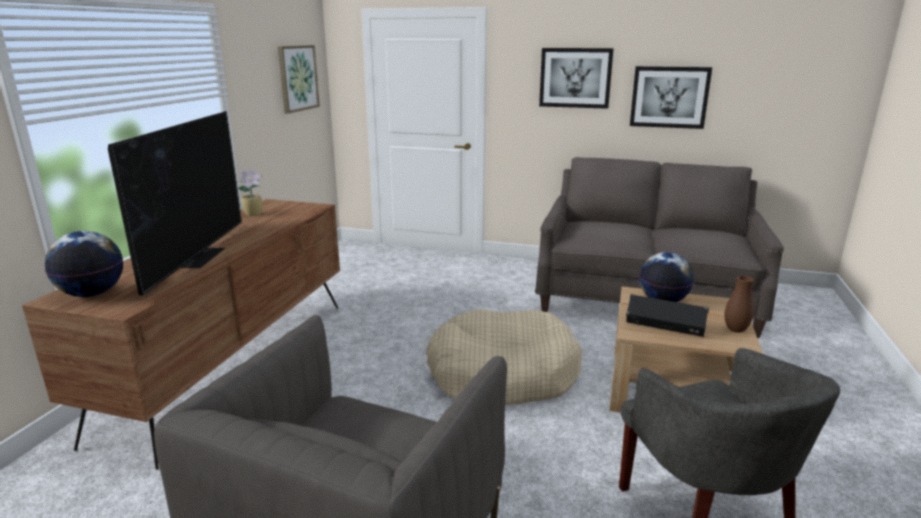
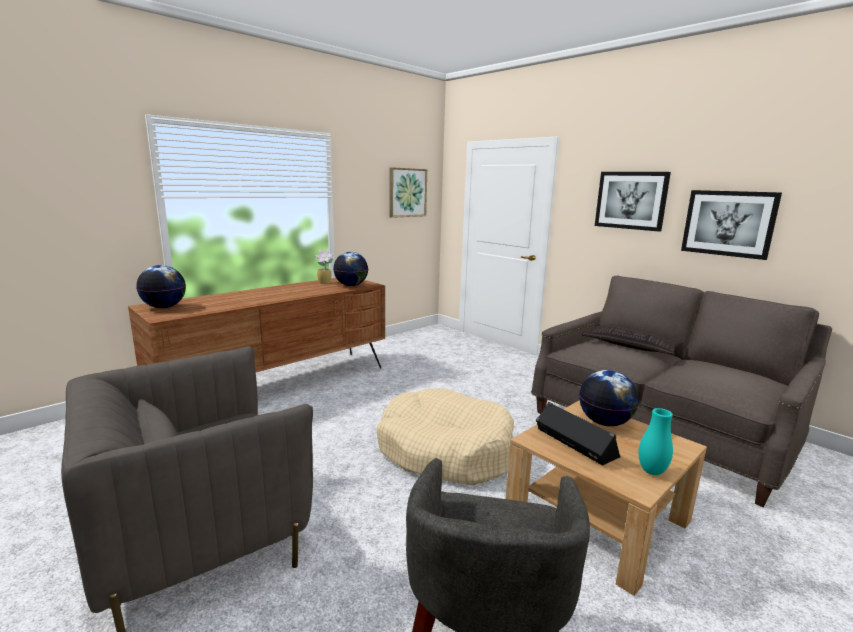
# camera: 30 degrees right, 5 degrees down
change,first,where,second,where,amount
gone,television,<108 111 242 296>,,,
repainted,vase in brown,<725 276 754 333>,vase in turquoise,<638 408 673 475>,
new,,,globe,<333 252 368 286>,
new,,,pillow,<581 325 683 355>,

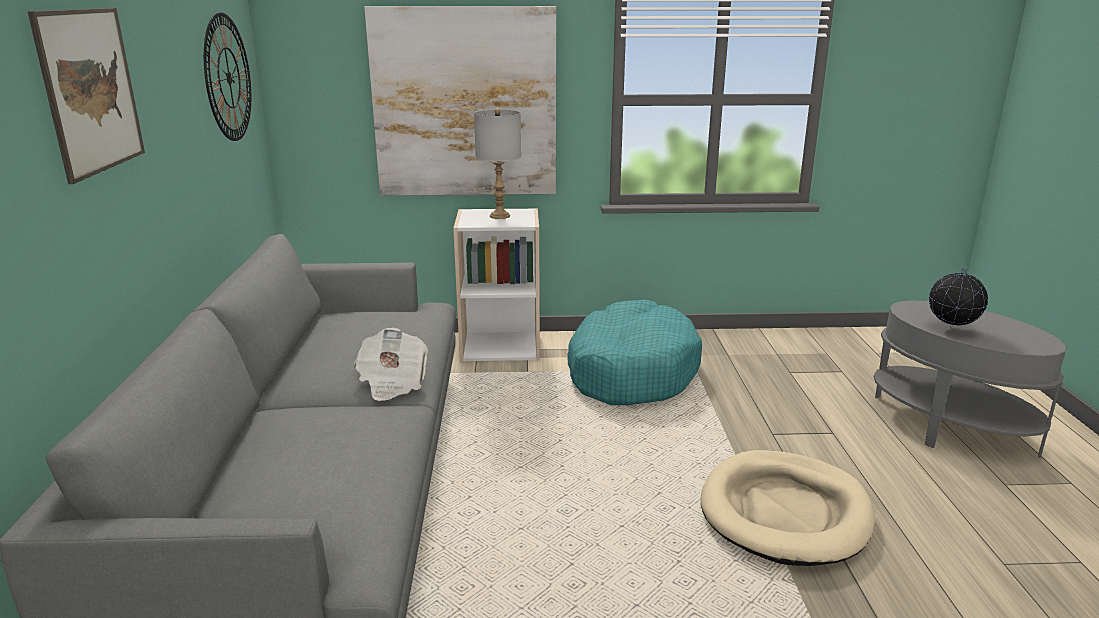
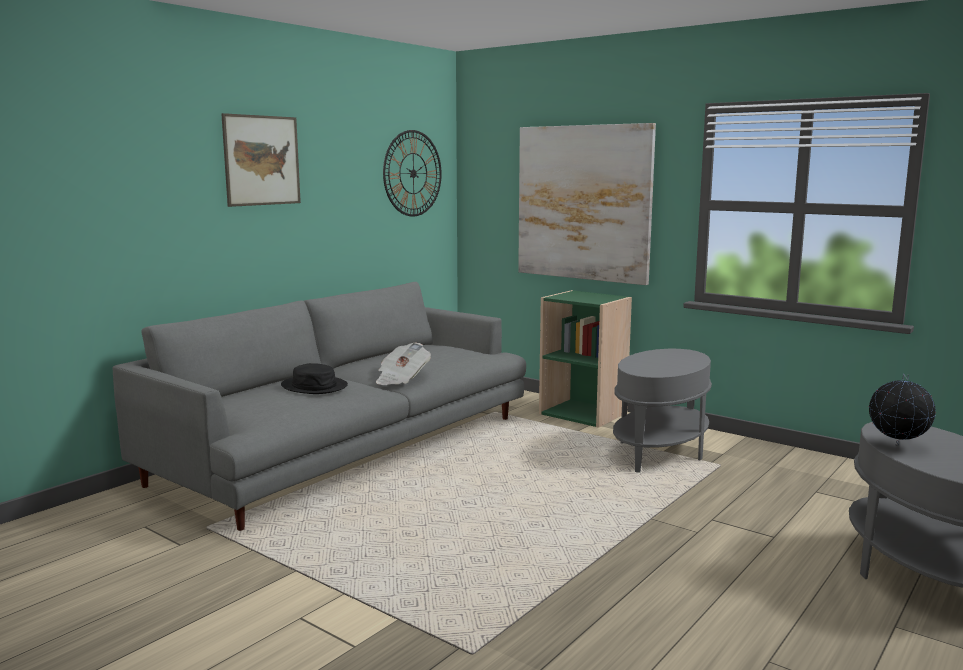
# camera: 40 degrees right, 10 degrees down
change,first,where,second,where,amount
gone,table lamp in grey,<474 108 521 219>,,,
repainted,bookcase in white,<453 209 540 361>,bookcase in green,<539 290 632 428>,
swapped,dog bed in turquoise,<567 300 702 405>,side table in grey,<613 349 712 473>,
gone,dog bed in beige,<700 450 875 566>,,,
new,,,hat in black,<281 363 348 394>,

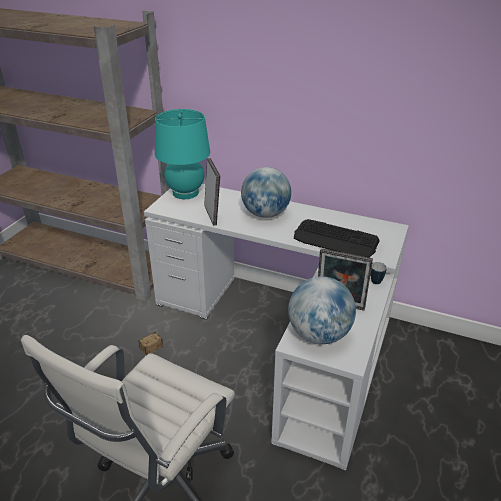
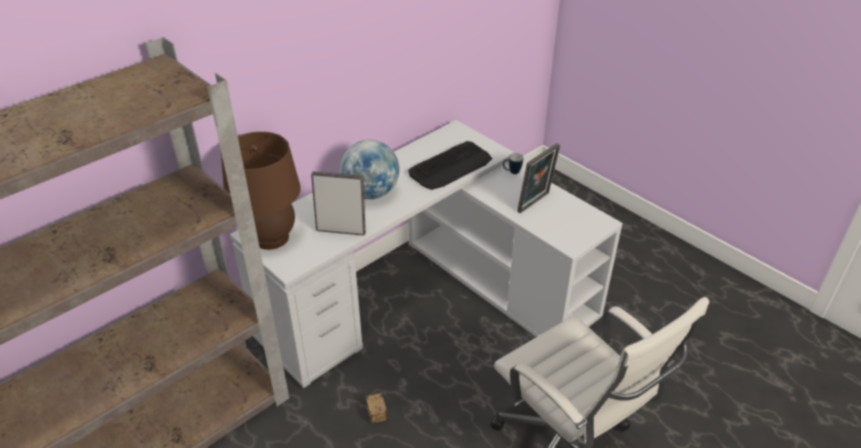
# camera: 65 degrees left, 5 degrees up
change,first,where,second,where,amount
repainted,table lamp in turquoise,<155 109 210 199>,table lamp in brown,<221 132 301 250>,
gone,globe,<288 276 356 344>,,,

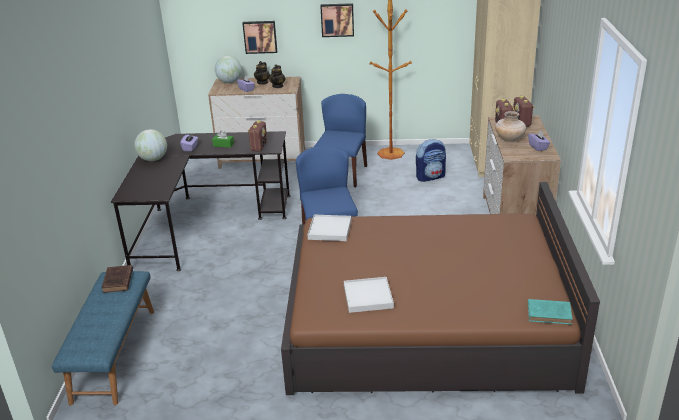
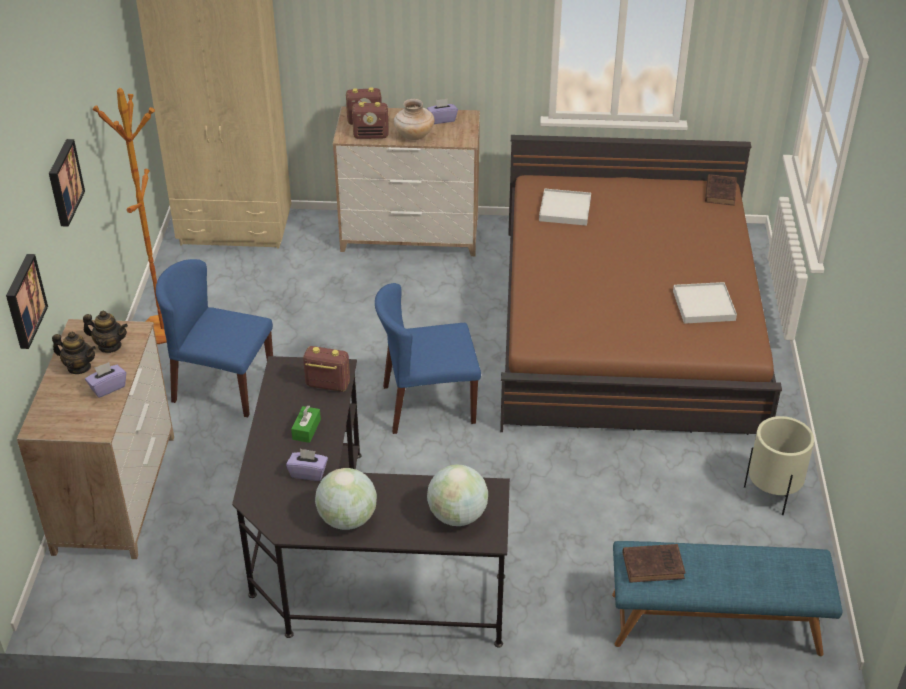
# camera: 90 degrees left, 10 degrees up
change,first,where,second,where,amount
shifted,globe,<215 56 242 83>,,<427 464 488 526>,
gone,backpack,<416 139 446 182>,,,
shifted,tray in white,<308 215 351 241>,,<539 188 591 226>,
repainted,book in turquoise,<528 299 572 325>,book in brown,<705 174 737 206>,
new,,,planter in beige,<744 416 814 515>,

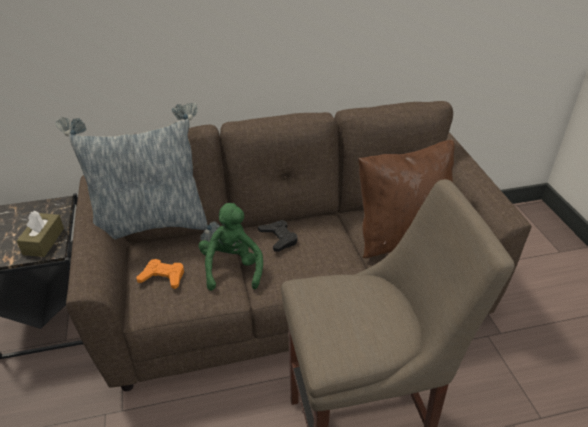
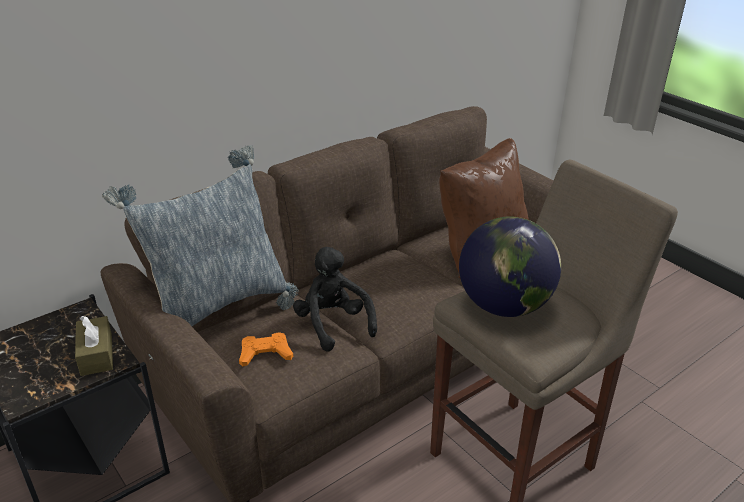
# camera: 25 degrees left, 5 degrees down
change,first,where,second,where,amount
repainted,plush toy in green,<199 203 263 291>,plush toy in black,<293 247 377 352>,
gone,game controller in black,<258 220 298 252>,,,
new,,,globe,<459 216 561 317>,

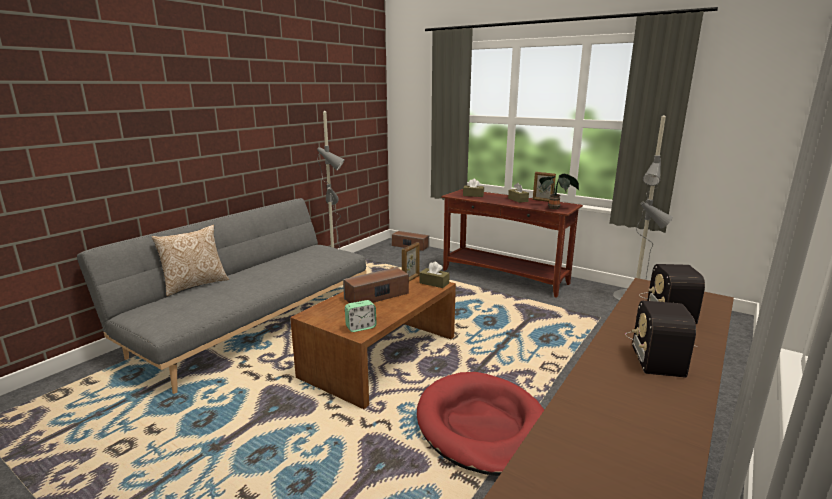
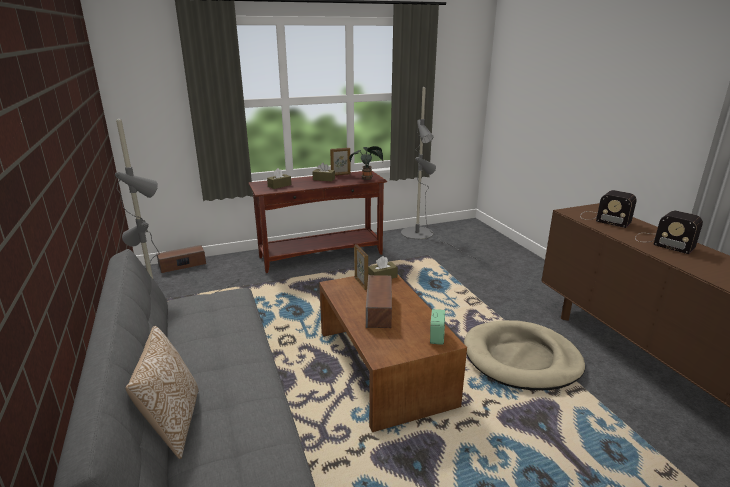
# camera: 55 degrees left, 5 degrees up
change,first,where,second,where,amount
repainted,dog bed in red,<417 372 544 476>,dog bed in beige,<464 320 585 390>,

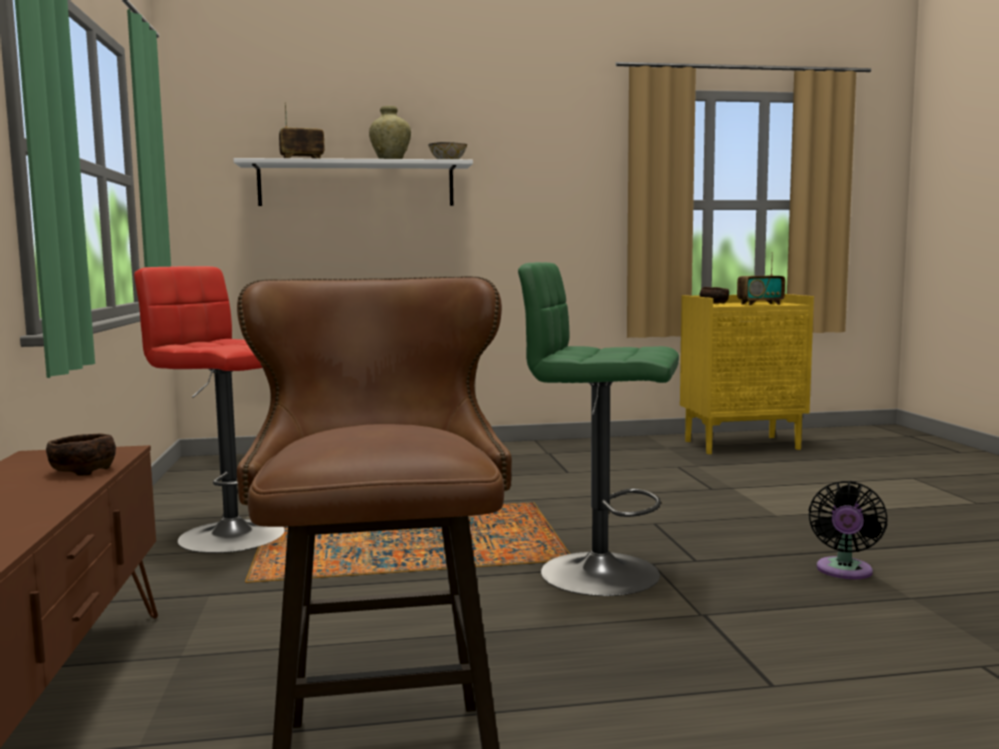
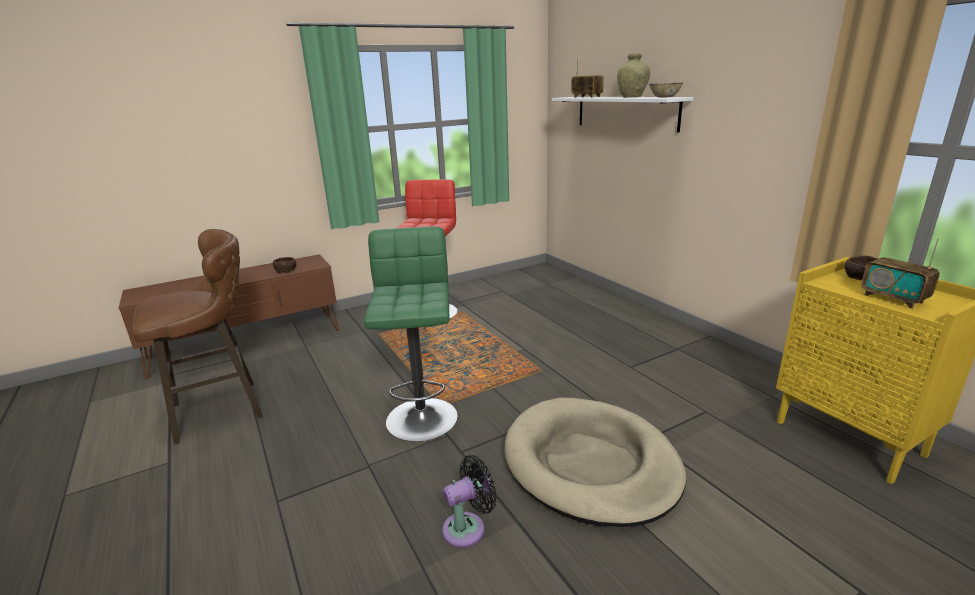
# camera: 70 degrees right, 15 degrees up
change,first,where,second,where,amount
rotated,fan in black,<808 481 887 579>,,<442 455 497 548>,150 degrees clockwise
new,,,dog bed in beige,<505 398 686 527>,

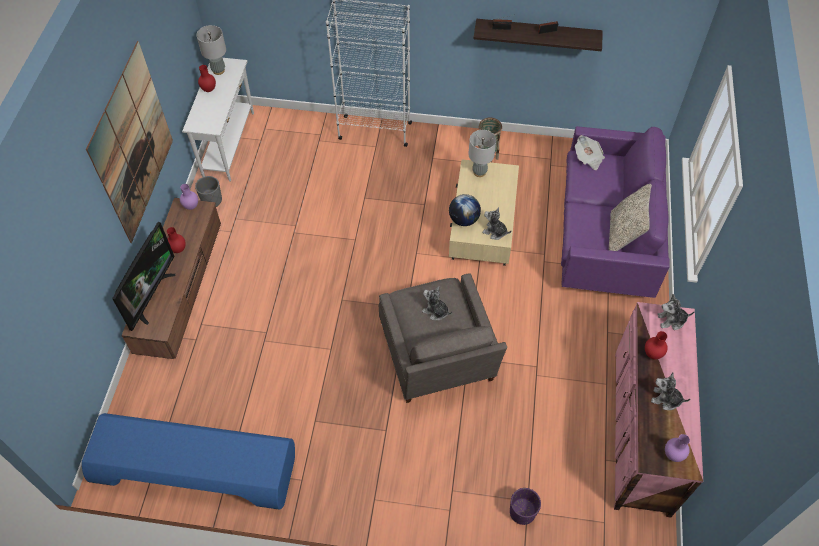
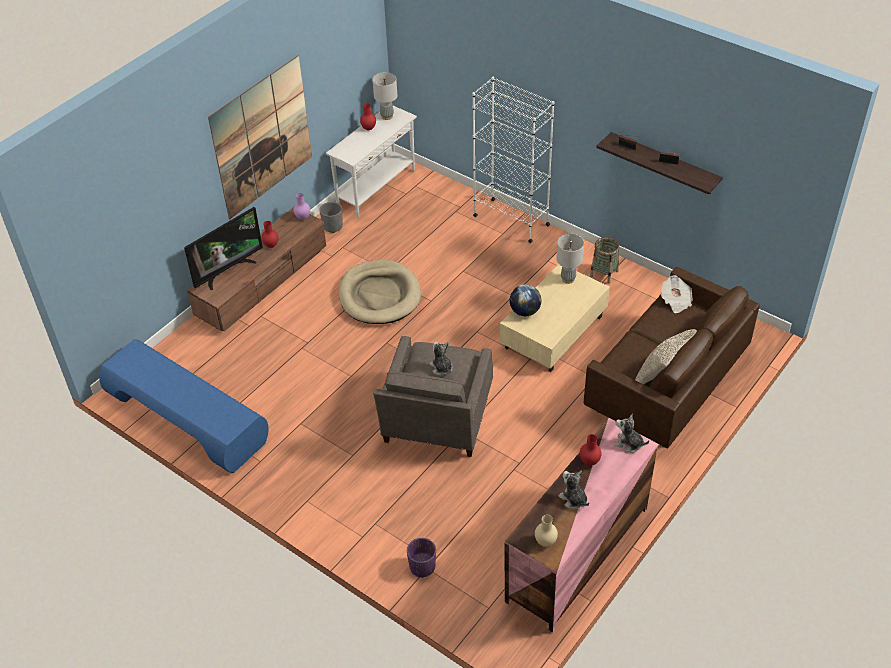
# camera: 30 degrees right, 10 degrees down
change,first,where,second,where,amount
repainted,sofa in purple,<561 126 670 298>,sofa in brown,<584 267 760 448>,
gone,plush toy,<482 207 511 240>,,,
repainted,vase in purple,<665 434 690 462>,vase in beige,<535 515 558 547>,
new,,,dog bed in beige,<339 260 421 324>,

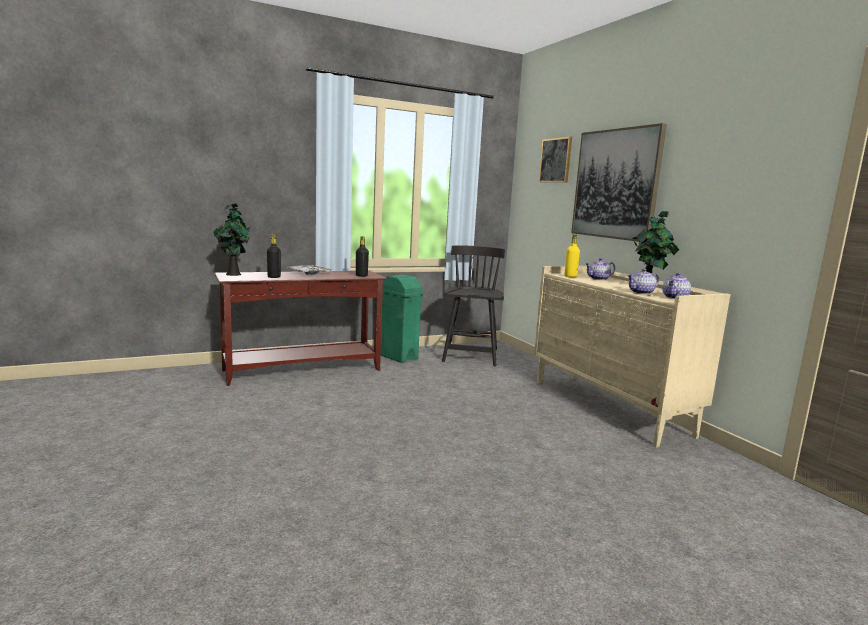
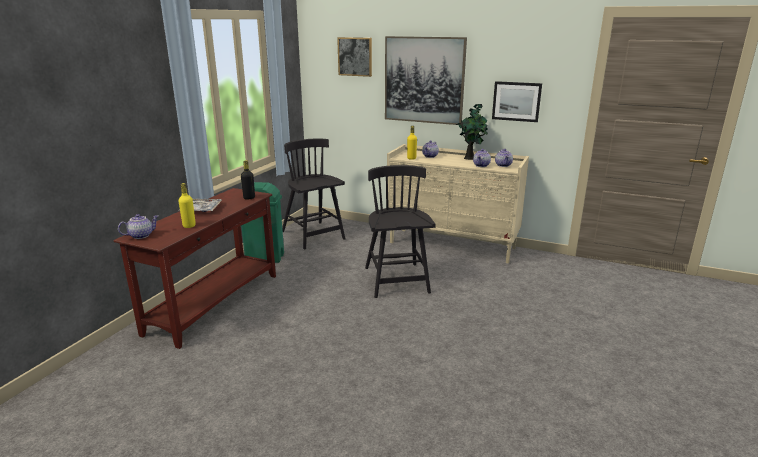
# camera: 40 degrees left, 10 degrees up
change,first,where,second,where,amount
swapped,potted plant,<214 203 250 276>,teapot,<118 214 158 239>,
repainted,bottle in black,<267 235 281 278>,bottle in yellow,<178 183 196 228>,
new,,,picture,<492 81 542 122>,
new,,,chair in black,<365 165 436 298>,

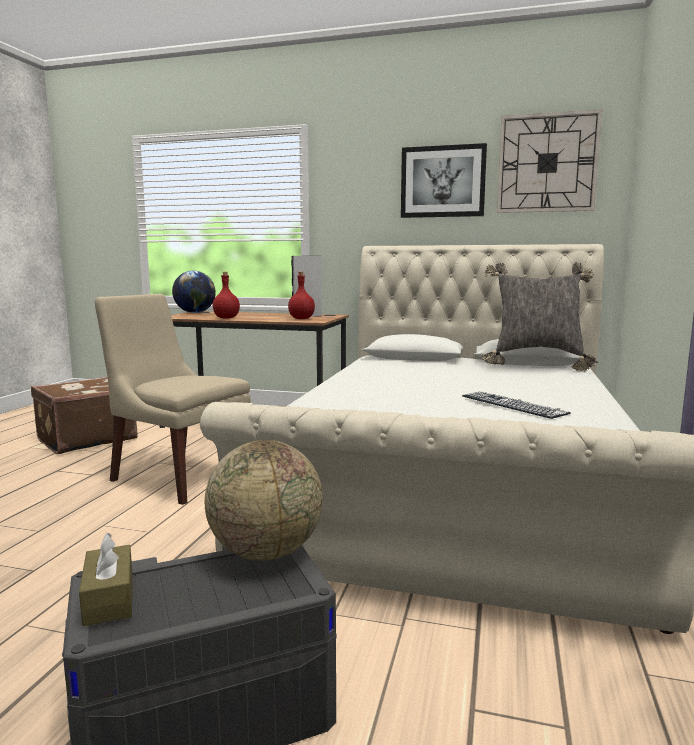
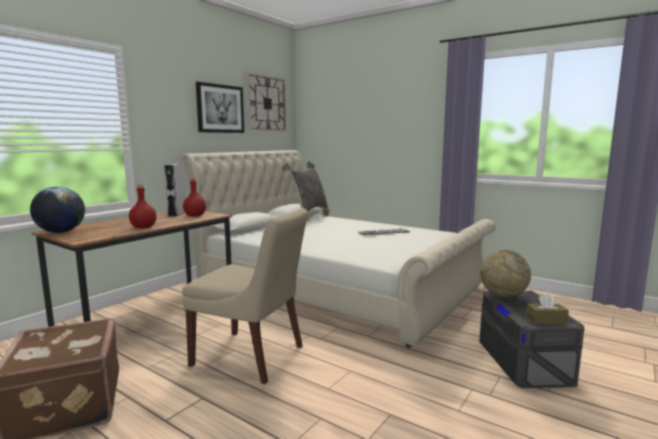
# camera: 70 degrees left, 0 degrees up
change,first,where,second,where,amount
rotated,chair in beige,<95 294 251 505>,,<182 208 308 384>,120 degrees counterclockwise

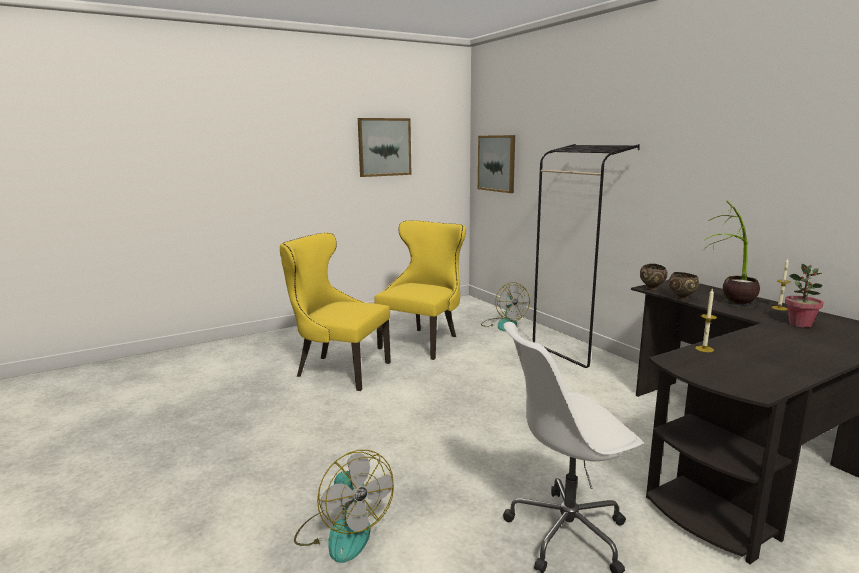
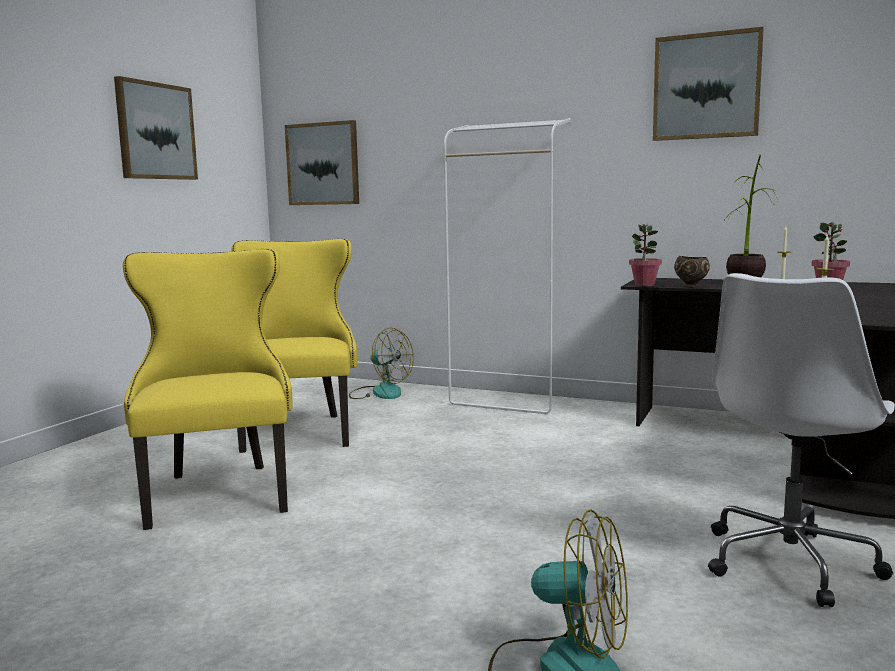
# camera: 35 degrees left, 5 degrees down
change,first,where,second,where,amount
repainted,clothes rack in black,<533 144 640 368>,clothes rack in white,<444 118 571 414>,
rotated,chair in yellow,<280 233 391 391>,,<123 249 293 530>,90 degrees clockwise
swapped,bowl in brown,<640 264 668 290>,potted plant,<629 224 662 286>,
new,,,picture,<653 27 764 141>,

